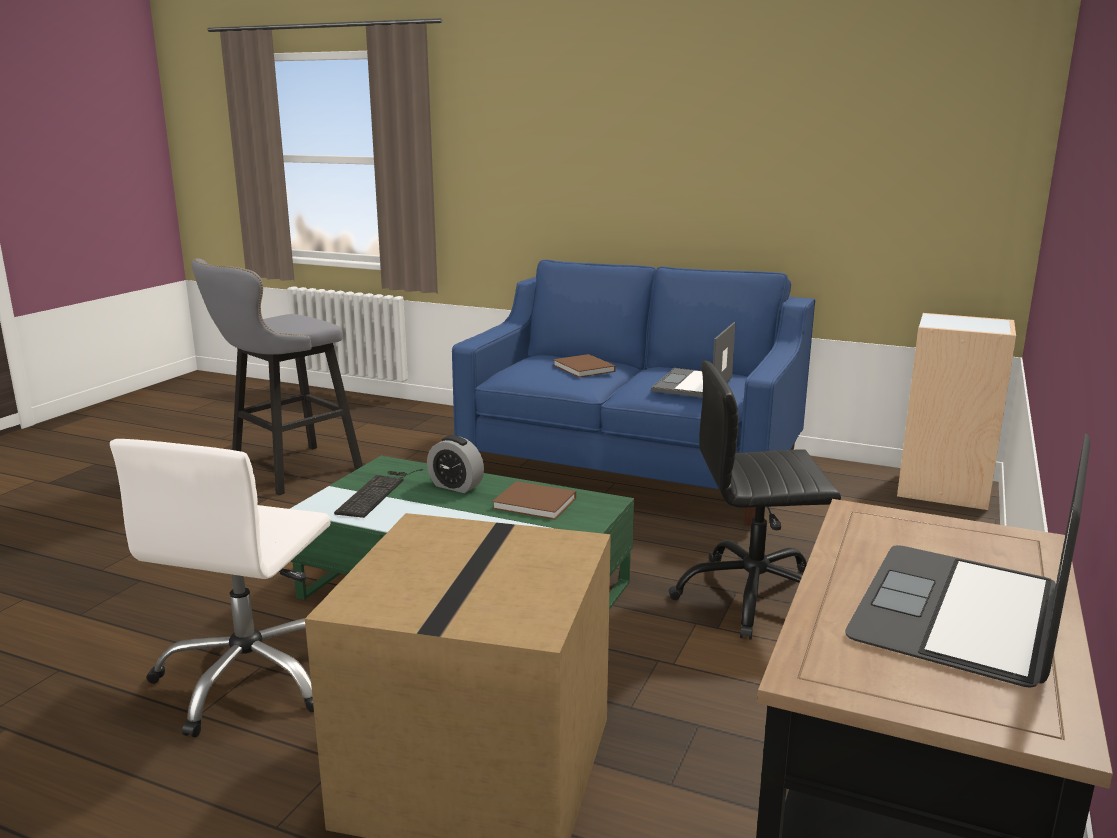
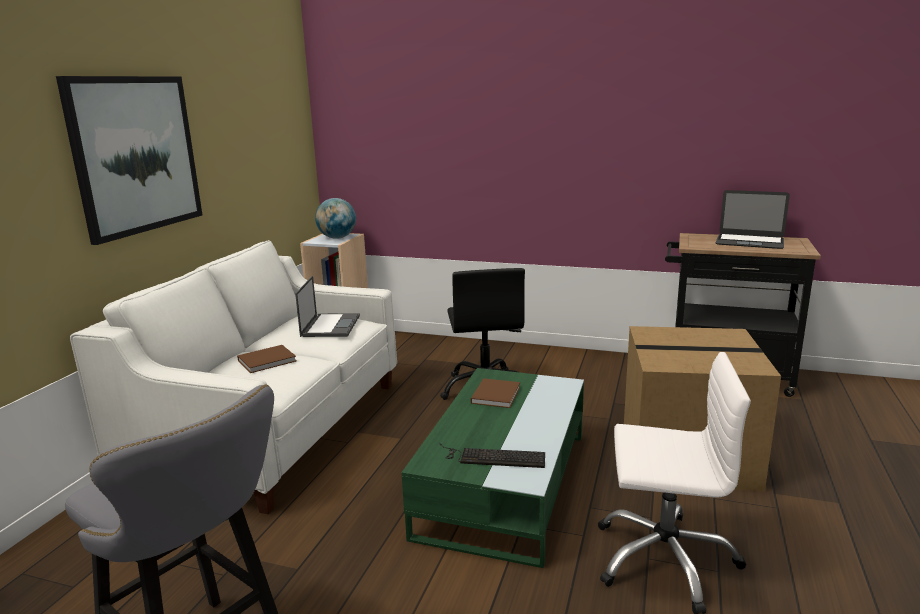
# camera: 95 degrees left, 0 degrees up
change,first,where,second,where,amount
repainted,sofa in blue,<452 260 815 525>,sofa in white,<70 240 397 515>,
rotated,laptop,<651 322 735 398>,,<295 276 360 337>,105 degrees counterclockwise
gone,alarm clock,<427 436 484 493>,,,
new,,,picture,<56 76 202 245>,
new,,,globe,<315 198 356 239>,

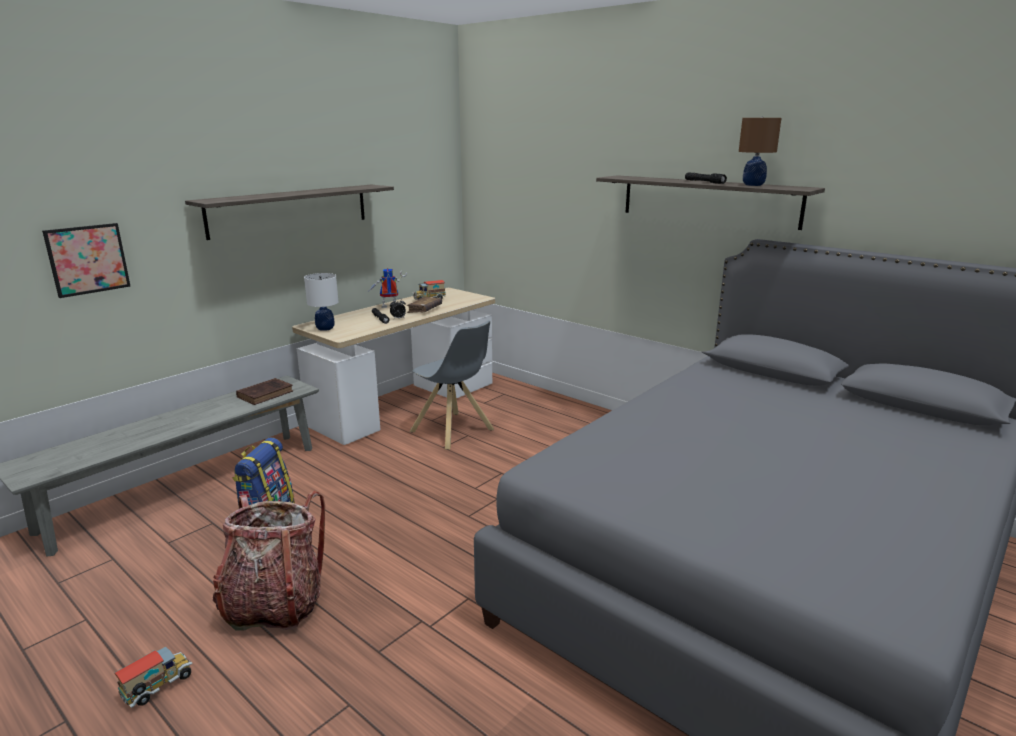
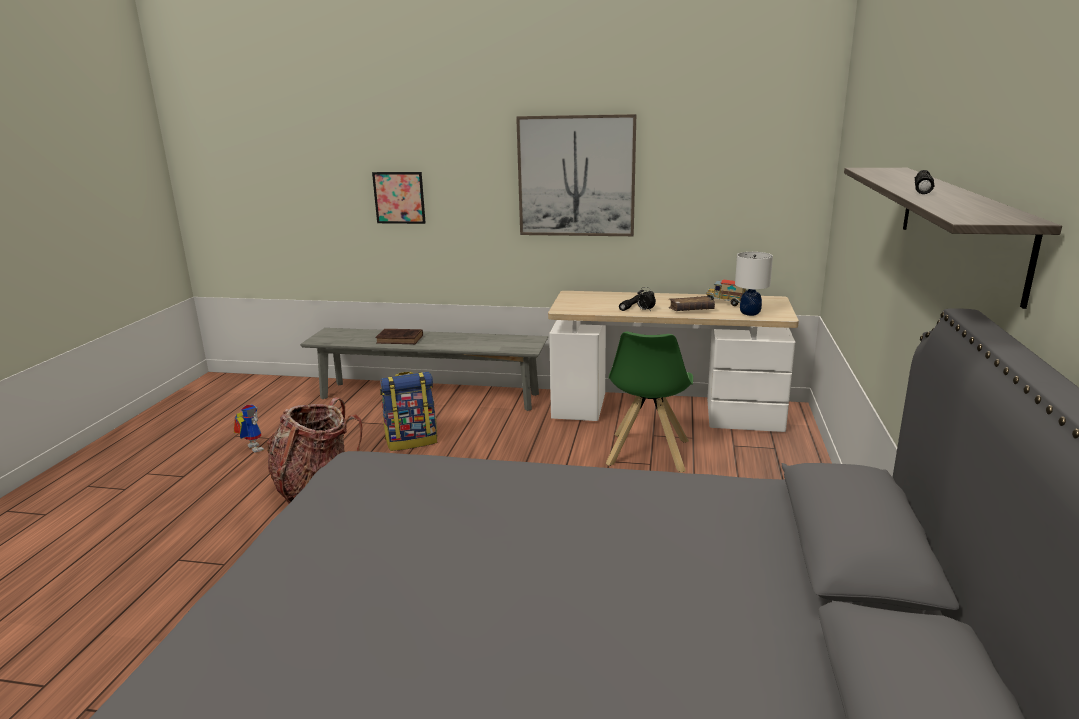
# camera: 60 degrees right, 0 degrees up
change,first,where,second,where,amount
gone,table lamp in brown,<739 117 781 186>,,,
swapped,shelf,<185 184 394 240>,picture,<516 114 636 236>,
shifted,toy robot,<369 269 407 308>,,<233 405 264 453>,
shifted,table lamp in white,<304 273 339 331>,,<735 252 773 316>,
repainted,chair in grey,<410 320 494 450>,chair in green,<606 332 693 473>,
shifted,book in brown,<236 378 293 405>,,<376 329 423 344>,
gone,toy truck,<114 646 193 708>,,,

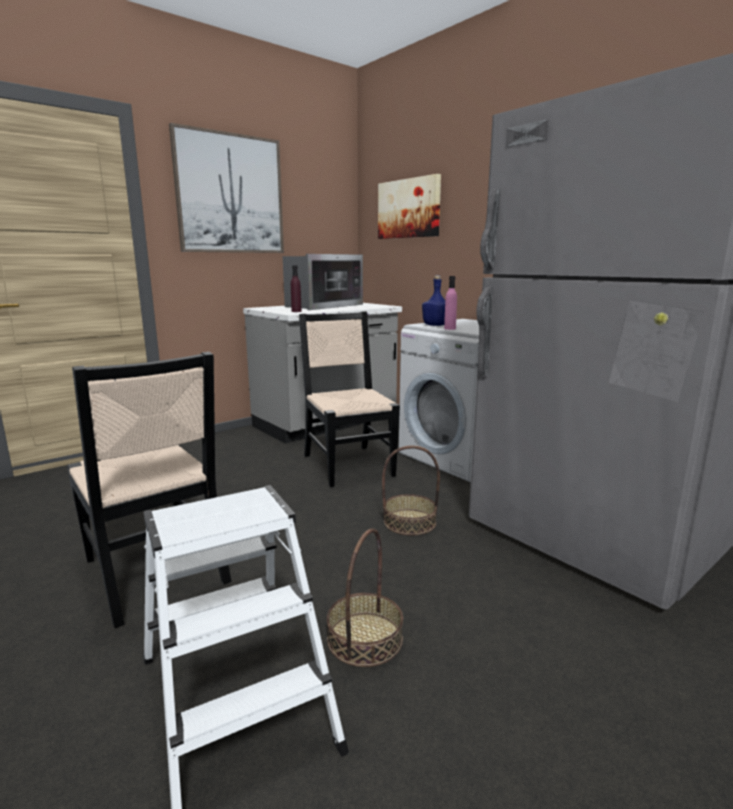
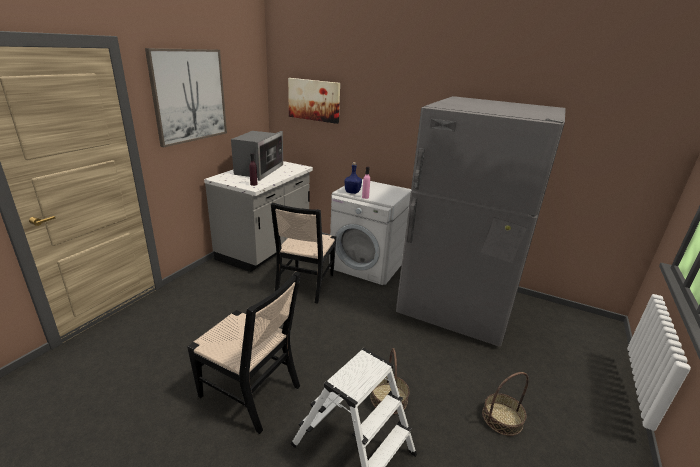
# camera: 25 degrees left, 10 degrees up
change,first,where,second,where,amount
rotated,chair,<299 311 400 487>,,<271 202 336 304>,120 degrees counterclockwise
shifted,basket,<382 446 440 536>,,<482 372 529 436>,

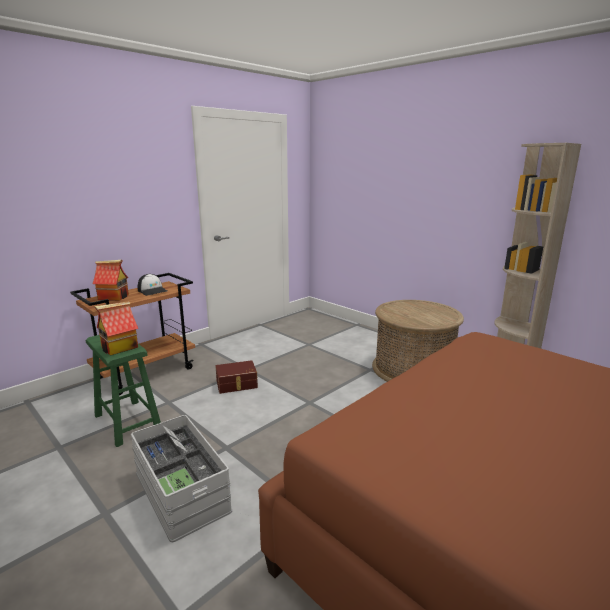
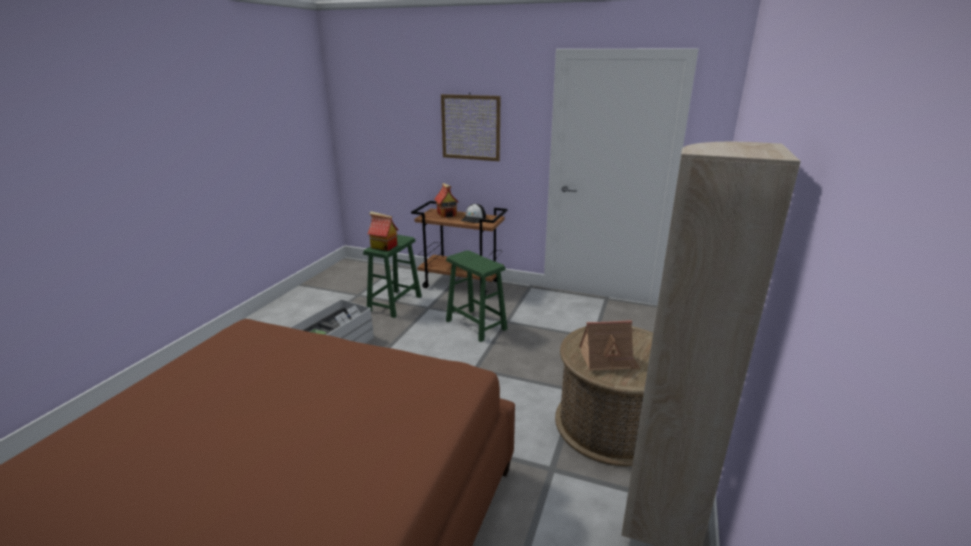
# camera: 65 degrees right, 5 degrees up
change,first,where,second,where,amount
swapped,storage box in brown,<216 360 258 394>,stool in green,<446 250 507 342>,
new,,,picture,<441 93 500 161>,
new,,,toy house,<579 320 640 371>,

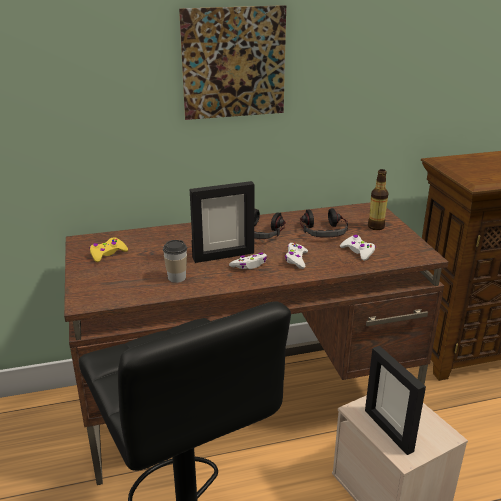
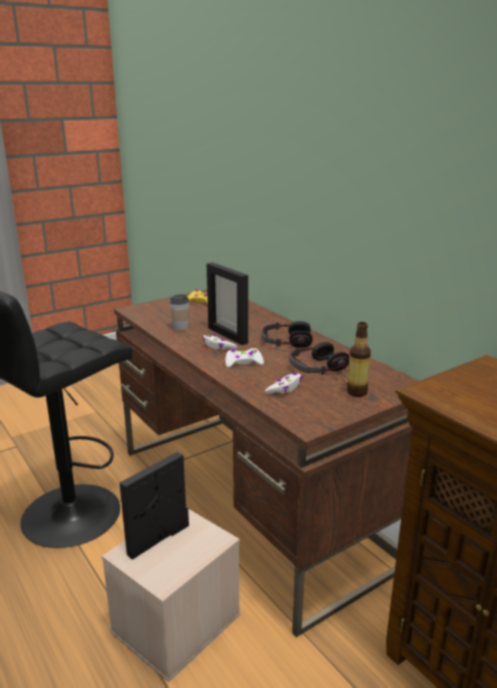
# camera: 70 degrees right, 5 degrees down
change,first,where,second,where,amount
gone,picture,<179 5 286 120>,,,

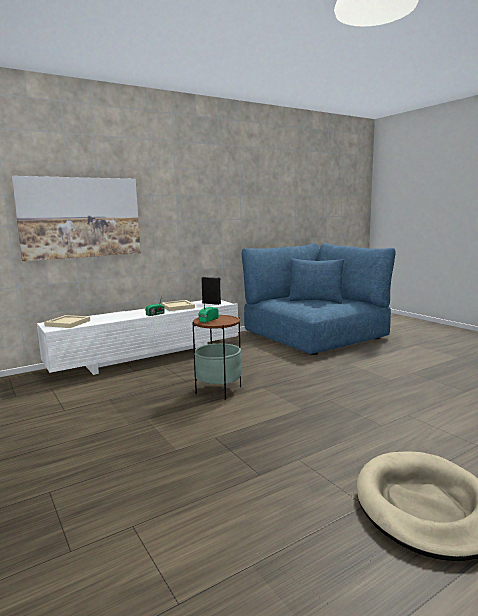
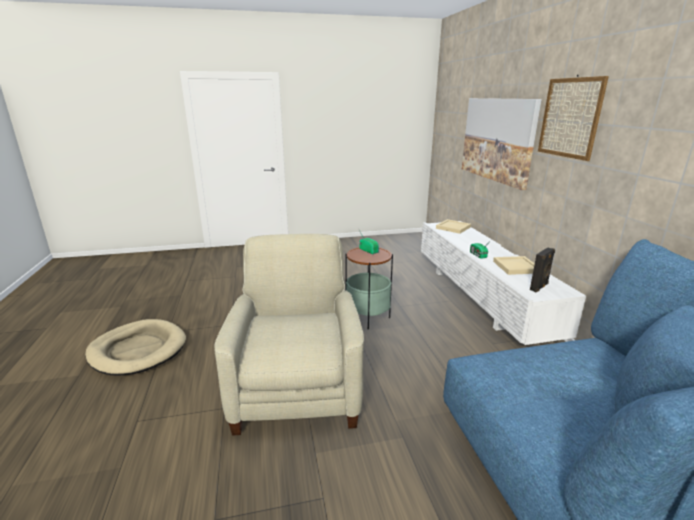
# camera: 110 degrees right, 10 degrees up
change,first,where,second,where,amount
new,,,picture,<538 75 609 161>,
new,,,armchair in beige,<214 234 364 435>,

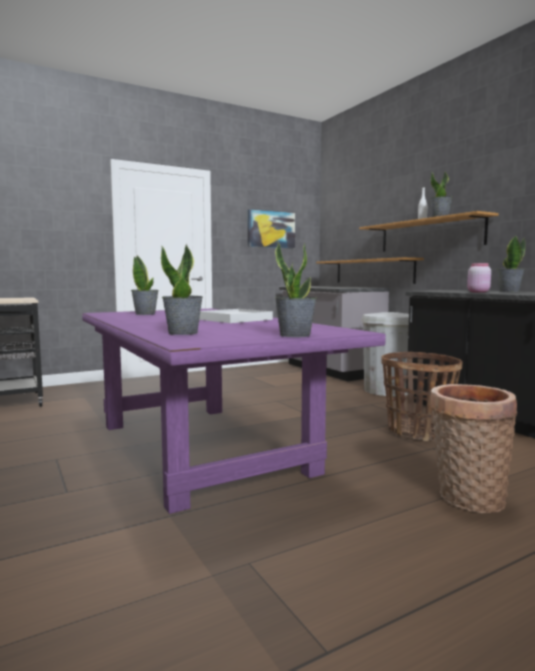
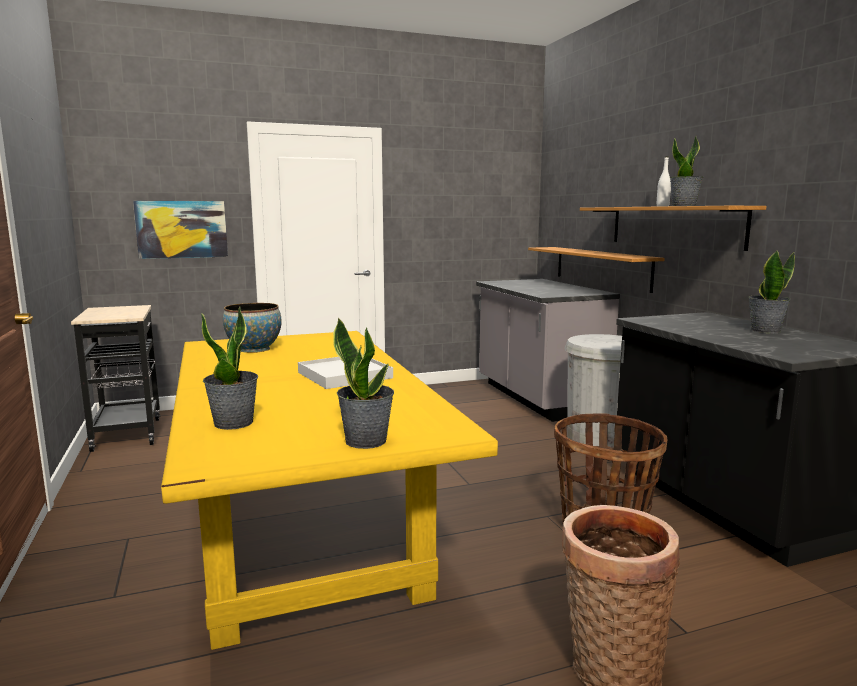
# camera: 10 degrees right, 5 degrees up
change,first,where,second,where,amount
shifted,picture,<248 209 295 248>,,<133 201 228 259>,
swapped,potted plant,<131 255 159 315>,bowl,<223 303 282 353>,
gone,jar in pink,<467 263 491 292>,,,
repainted,dining table in purple,<82 309 386 514>,dining table in yellow,<161 331 498 650>,

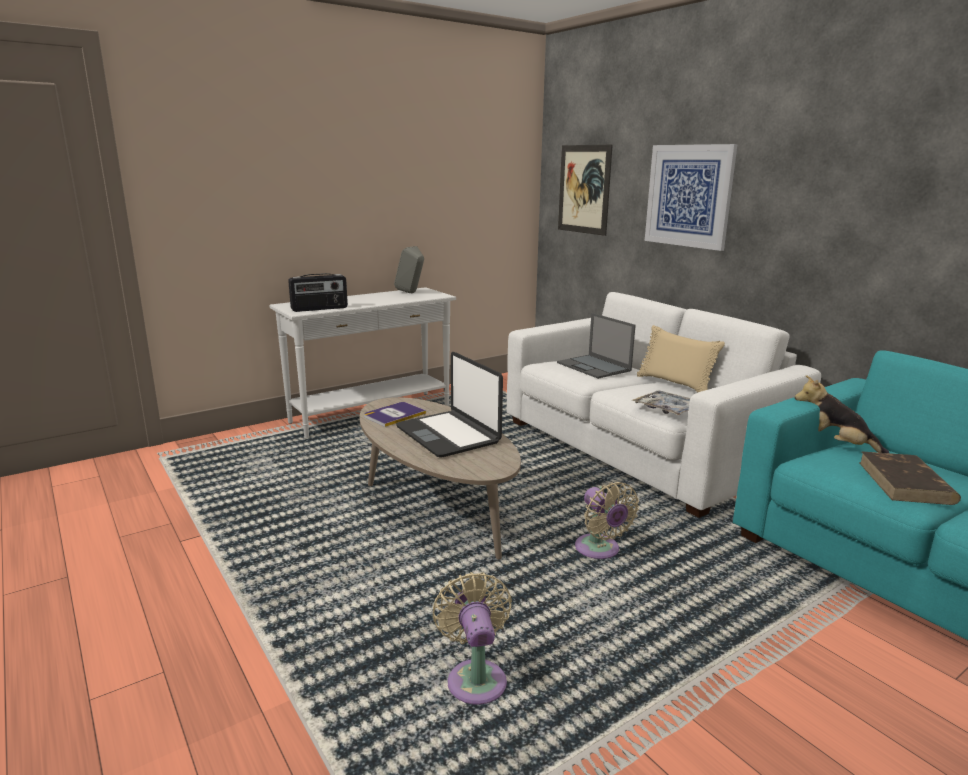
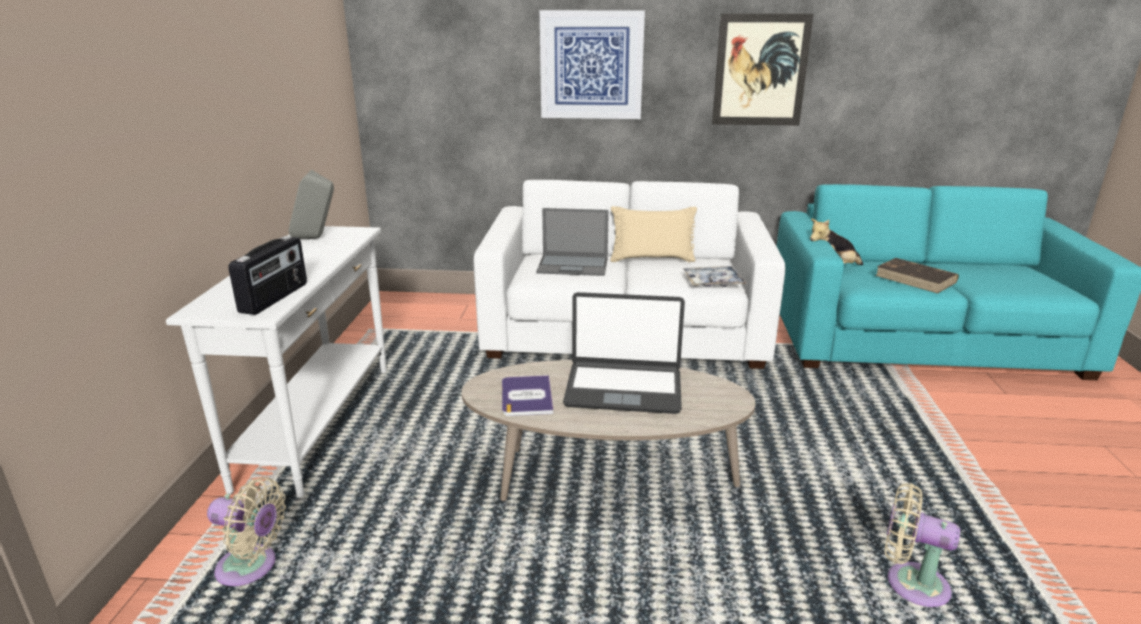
# camera: 50 degrees left, 5 degrees up
change,first,where,second,where,amount
shifted,picture,<558 145 613 236>,,<712 13 813 126>,
shifted,fan in beige,<575 482 639 559>,,<207 477 286 586>,

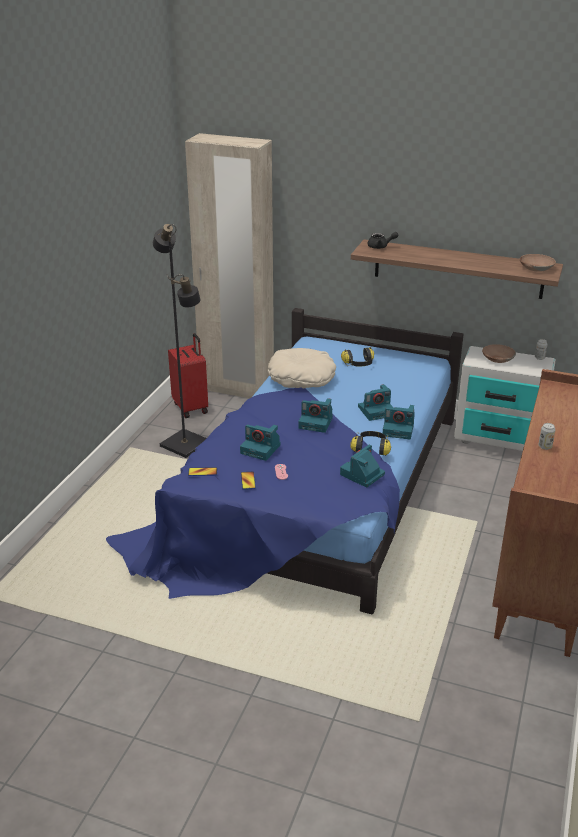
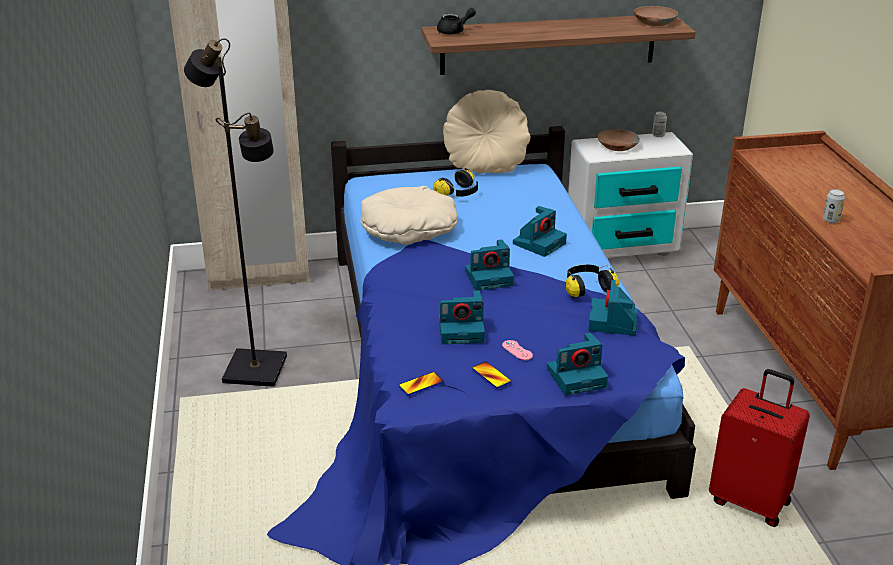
# camera: 30 degrees left, 0 degrees up
change,first,where,second,where,amount
shifted,suitcase in red,<168 333 208 418>,,<709 369 810 527>,
shifted,photo camera,<383 405 414 439>,,<547 333 608 396>,
new,,,pillow in beige,<443 90 531 174>,

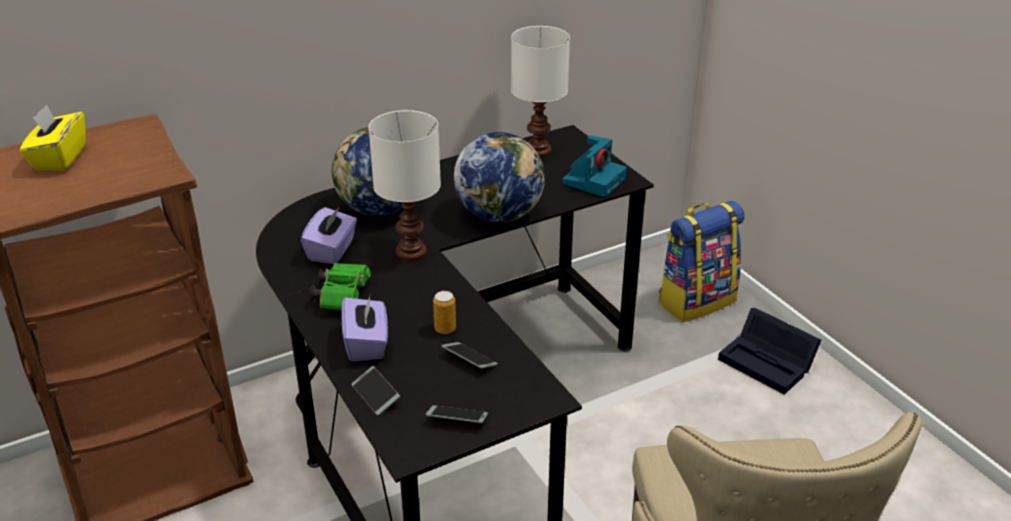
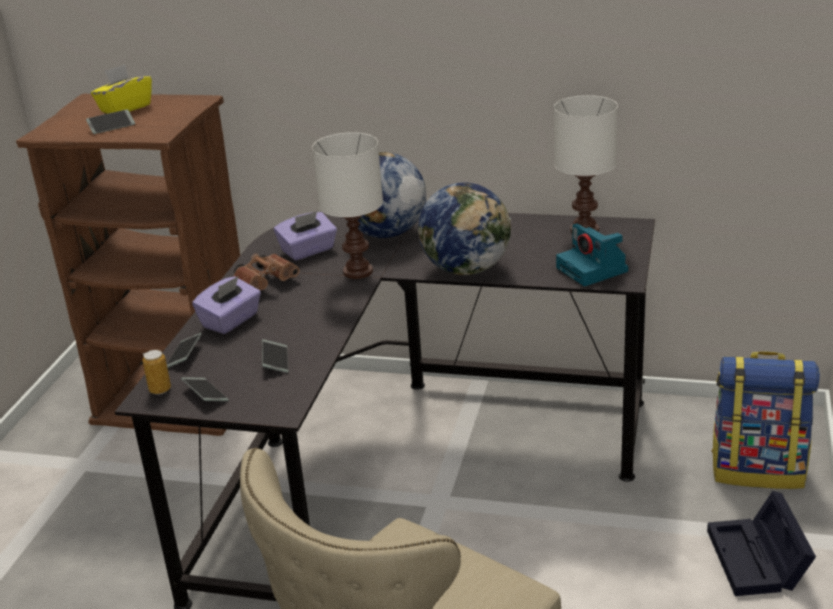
# camera: 45 degrees right, 5 degrees down
change,first,where,second,where,amount
rotated,photo camera,<562 135 627 197>,,<556 223 628 286>,75 degrees clockwise
repainted,binoculars in green,<310 263 371 311>,binoculars in brown,<233 254 300 290>,
shifted,can,<433 291 456 334>,,<142 350 171 395>,
new,,,phone,<86 109 135 134>,

